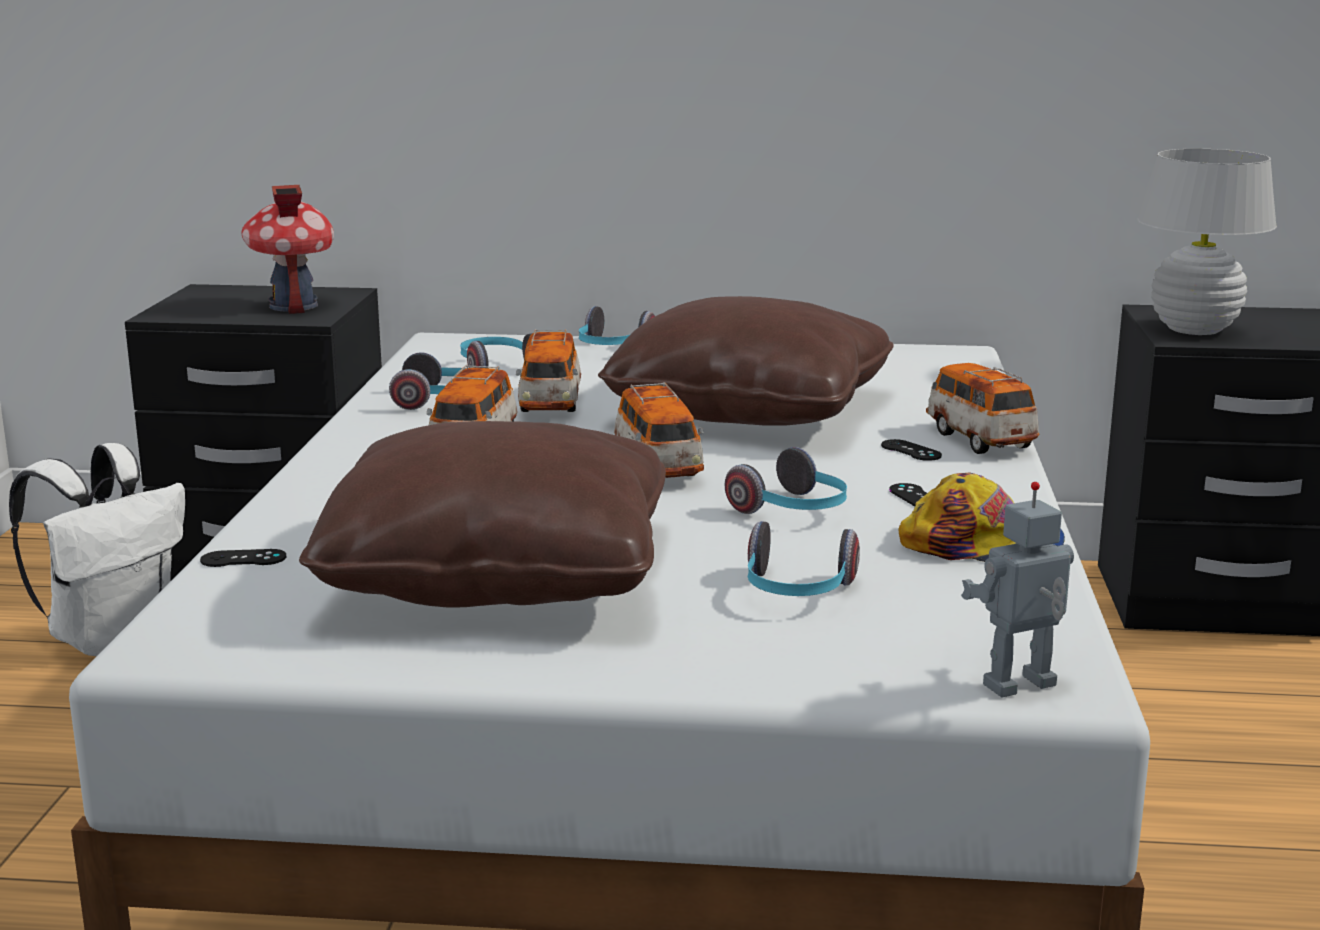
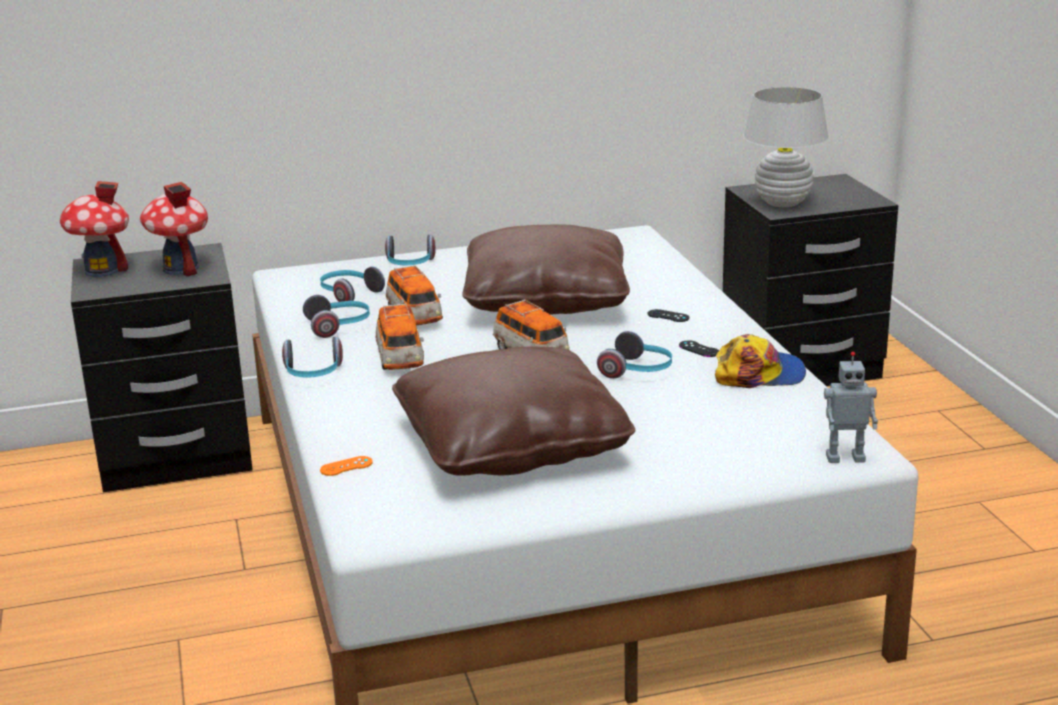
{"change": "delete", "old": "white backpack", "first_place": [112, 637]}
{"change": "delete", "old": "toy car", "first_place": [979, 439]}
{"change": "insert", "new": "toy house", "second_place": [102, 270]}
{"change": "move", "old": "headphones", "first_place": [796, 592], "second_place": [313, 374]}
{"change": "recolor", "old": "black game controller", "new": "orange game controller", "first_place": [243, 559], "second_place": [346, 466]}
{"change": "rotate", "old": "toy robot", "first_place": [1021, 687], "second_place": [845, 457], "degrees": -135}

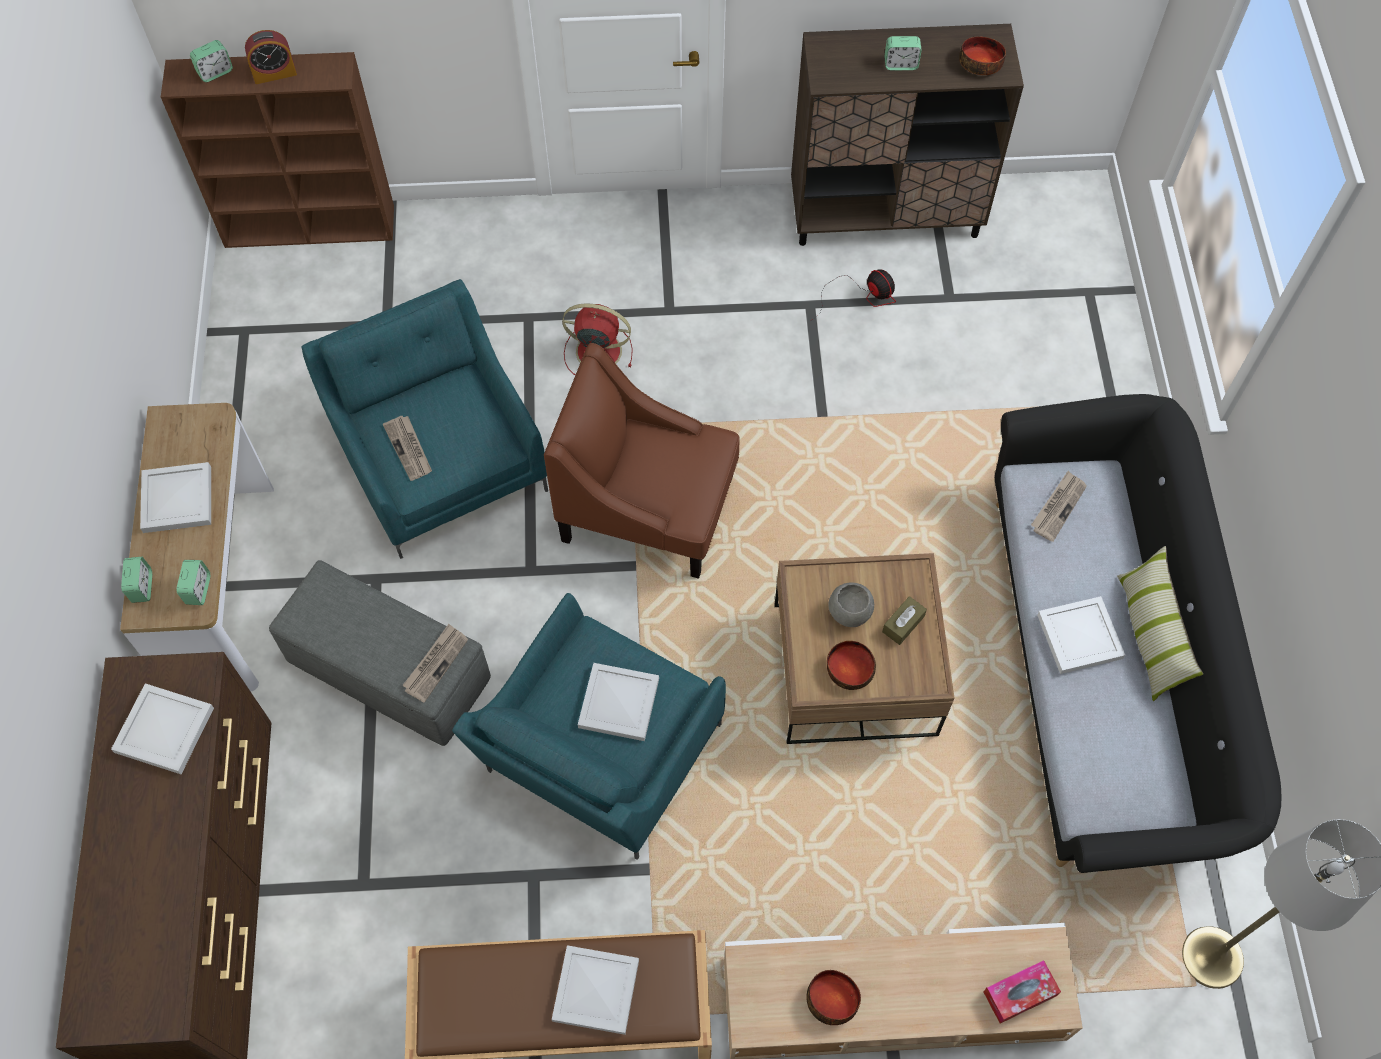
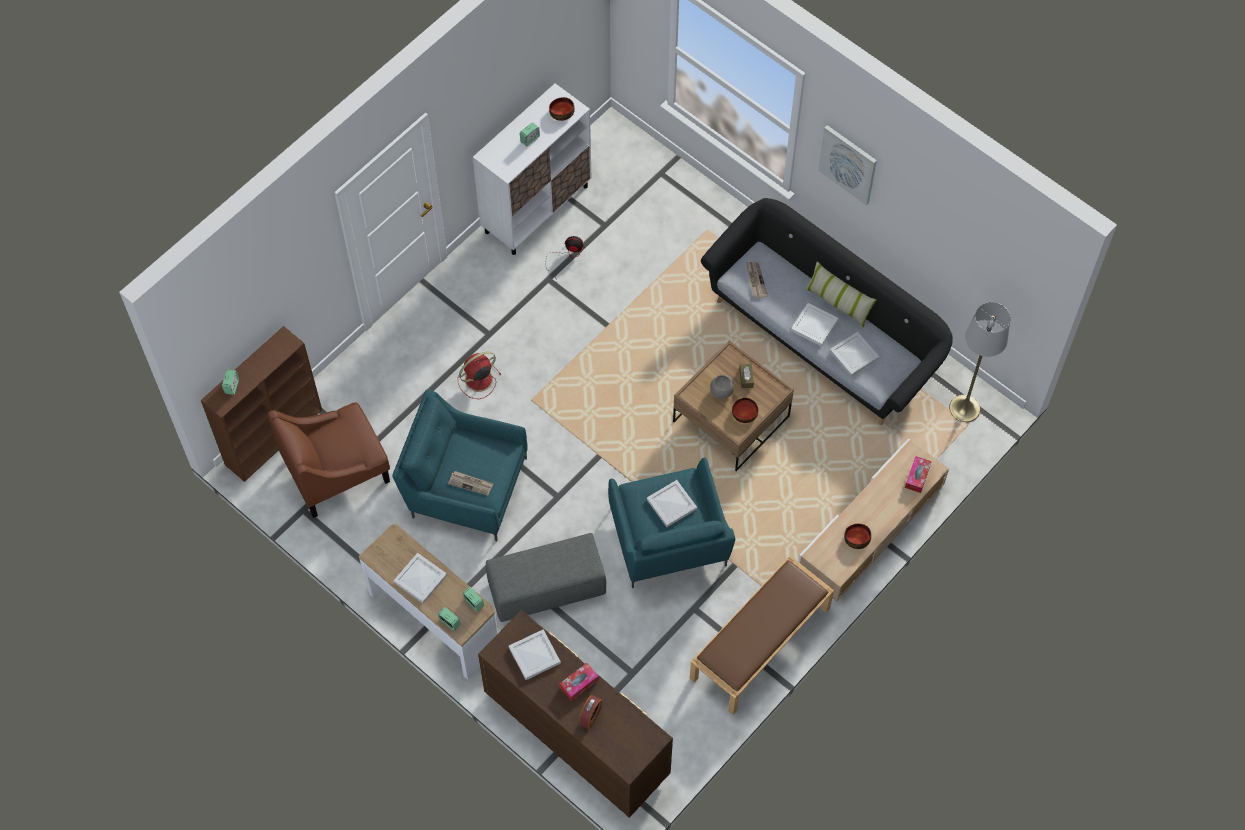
{"change": "delete", "old": "newspaper", "first_place": [435, 663]}
{"change": "insert", "new": "tissue box", "second_place": [579, 683]}
{"change": "insert", "new": "picture", "second_place": [848, 164]}
{"change": "move", "old": "alarm clock", "first_place": [274, 73], "second_place": [590, 715]}
{"change": "move", "old": "brown armchair", "first_place": [648, 509], "second_place": [337, 471]}
{"change": "move", "old": "white tray", "first_place": [594, 991], "second_place": [854, 356]}
{"change": "recolor", "old": "brown cabinet", "new": "white cabinet", "first_place": [886, 215], "second_place": [537, 209]}

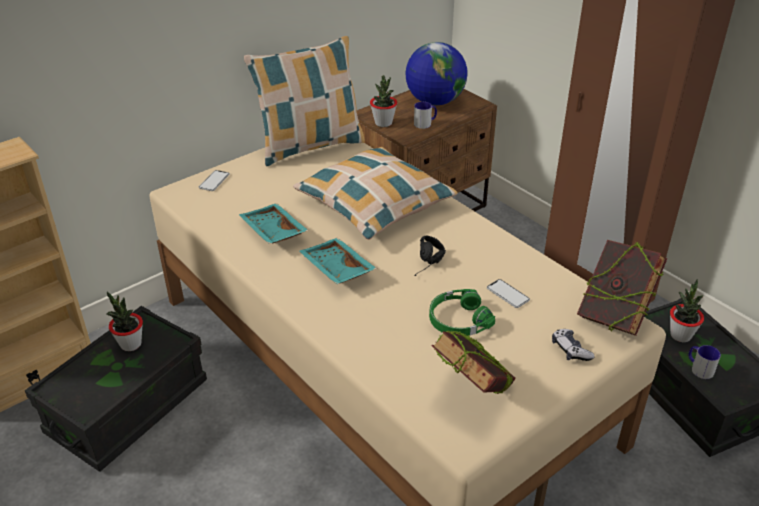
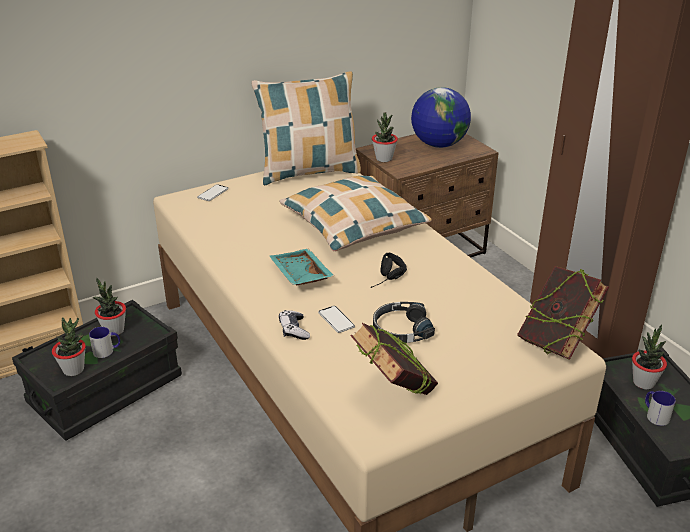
{"change": "delete", "old": "turquoise tray", "first_place": [272, 232]}
{"change": "insert", "new": "potted plant", "second_place": [74, 369]}
{"change": "move", "old": "mug", "first_place": [425, 123], "second_place": [107, 351]}
{"change": "move", "old": "phone", "first_place": [507, 294], "second_place": [336, 320]}
{"change": "move", "old": "game controller", "first_place": [570, 350], "second_place": [294, 330]}
{"change": "recolor", "old": "green headphones", "new": "black headphones", "first_place": [458, 320], "second_place": [401, 330]}

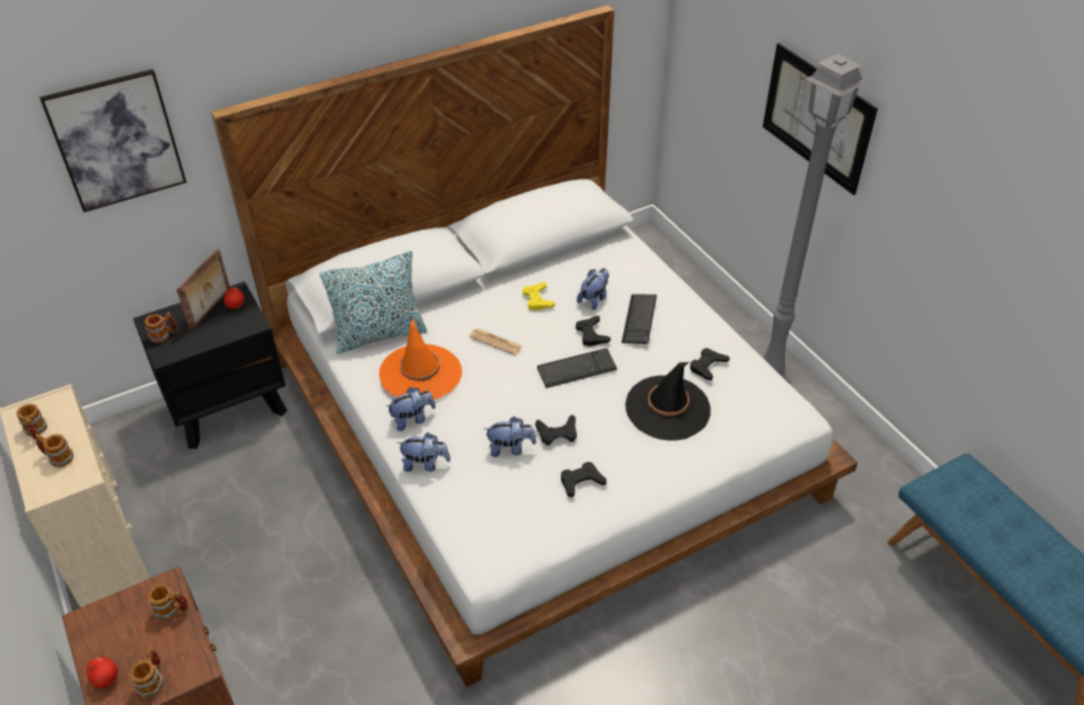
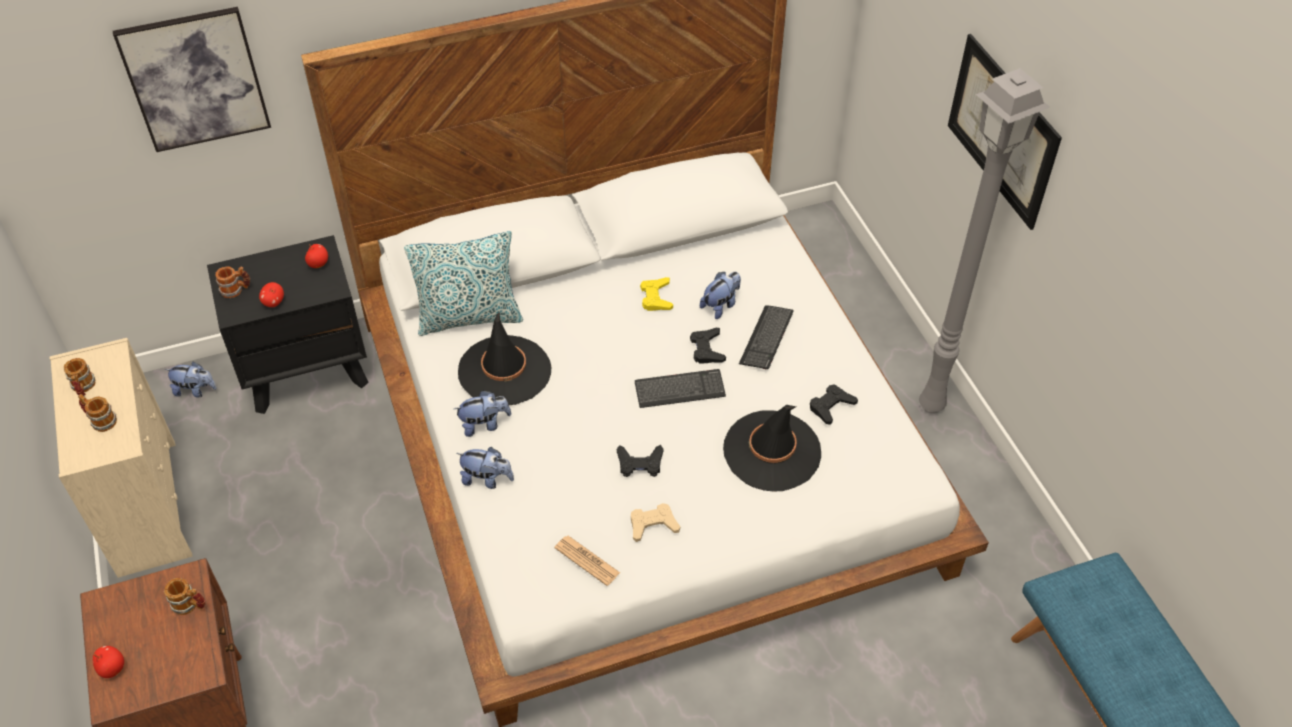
{"change": "delete", "old": "mug", "first_place": [152, 680]}
{"change": "delete", "old": "picture frame", "first_place": [211, 310]}
{"change": "insert", "new": "apple", "second_place": [273, 303]}
{"change": "move", "old": "newspaper", "first_place": [496, 342], "second_place": [587, 560]}
{"change": "move", "old": "plush toy", "first_place": [510, 448], "second_place": [195, 390]}
{"change": "recolor", "old": "orange hat", "new": "black hat", "first_place": [420, 373], "second_place": [504, 371]}
{"change": "recolor", "old": "black game controller", "new": "beige game controller", "first_place": [581, 482], "second_place": [653, 525]}

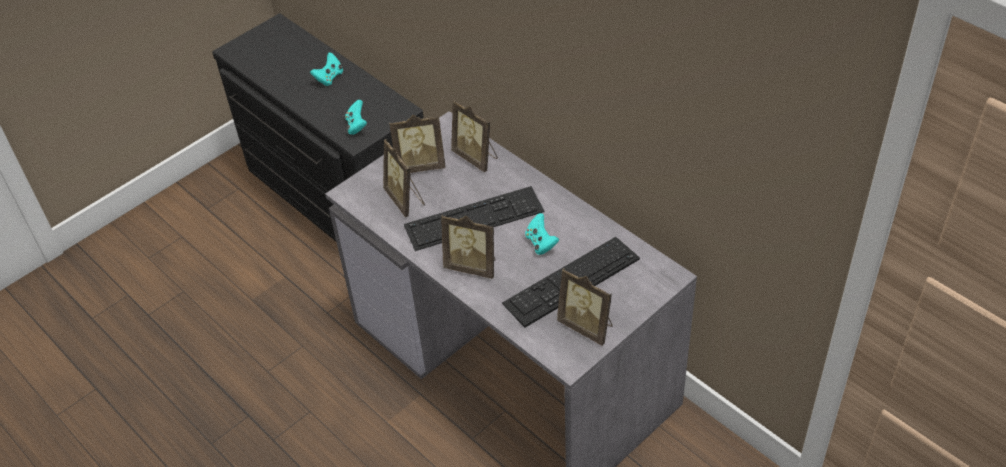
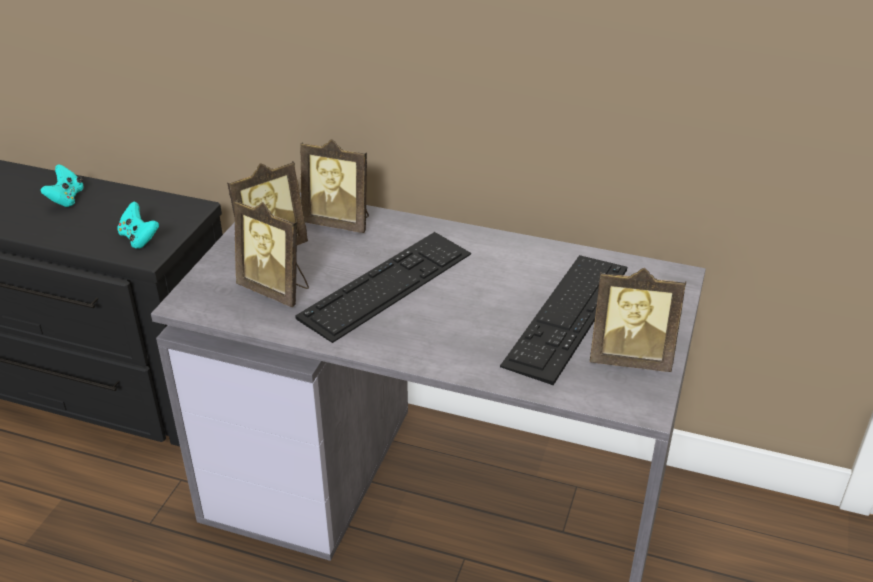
{"change": "delete", "old": "picture frame", "first_place": [472, 266]}
{"change": "delete", "old": "turquoise game controller", "first_place": [541, 243]}

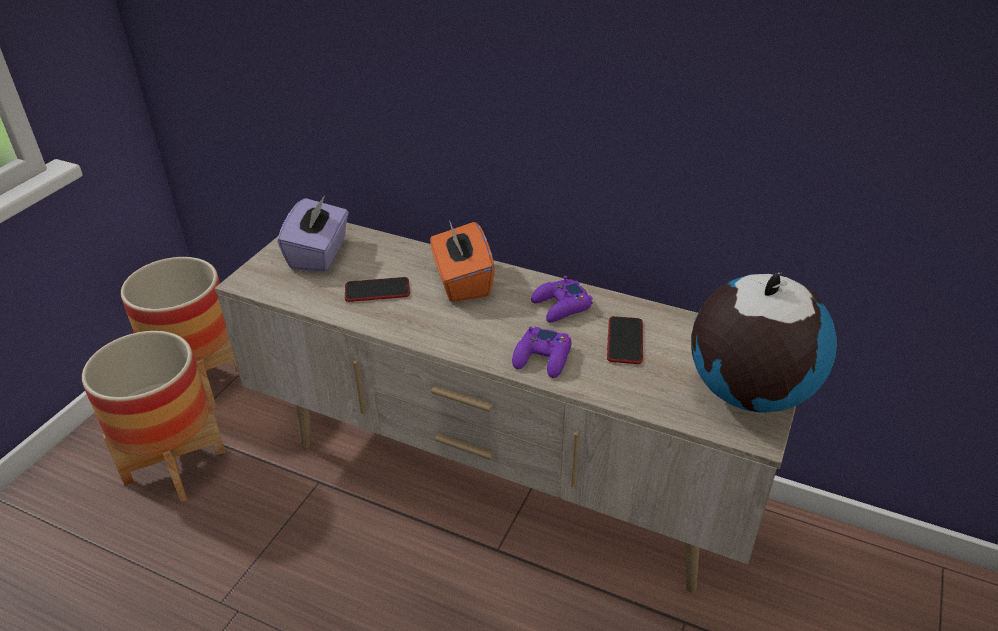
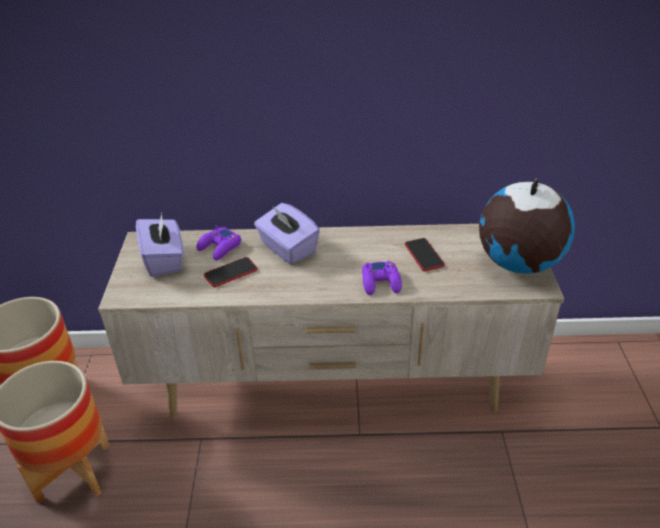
{"change": "move", "old": "purple game controller", "first_place": [561, 306], "second_place": [219, 247]}
{"change": "recolor", "old": "orange tissue box", "new": "purple tissue box", "first_place": [462, 282], "second_place": [287, 249]}

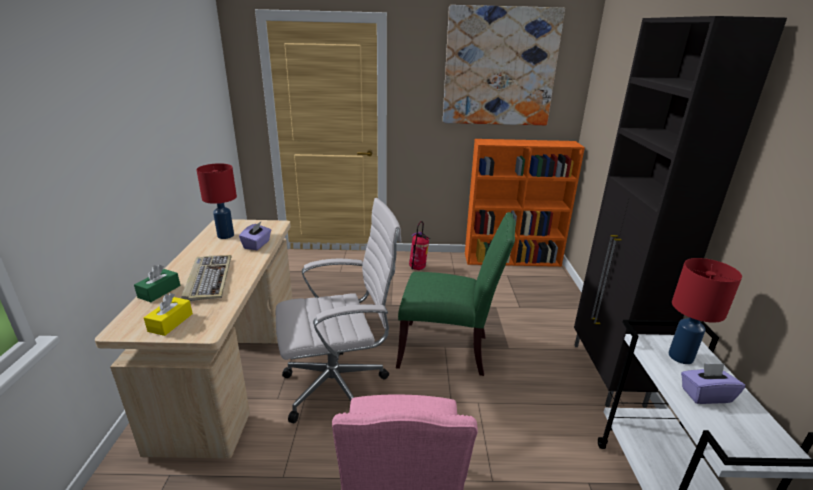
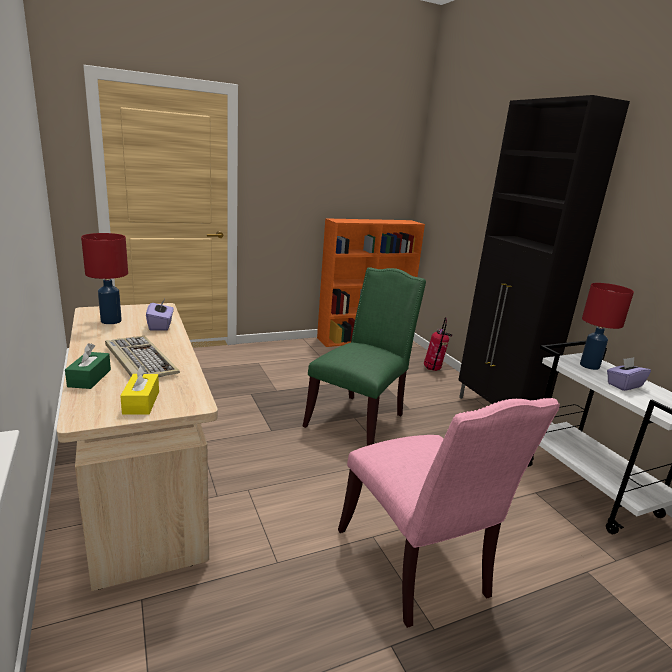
{"change": "delete", "old": "white office chair", "first_place": [340, 387]}
{"change": "delete", "old": "picture", "first_place": [500, 67]}
{"change": "move", "old": "fire extinguisher", "first_place": [417, 269], "second_place": [433, 369]}
{"change": "rotate", "old": "green chair", "first_place": [448, 350], "second_place": [359, 419], "degrees": -45}

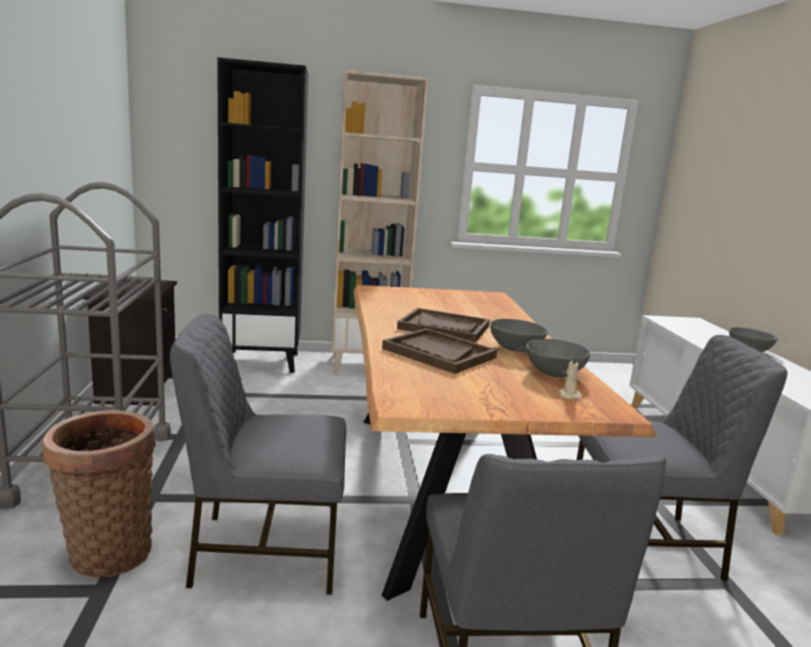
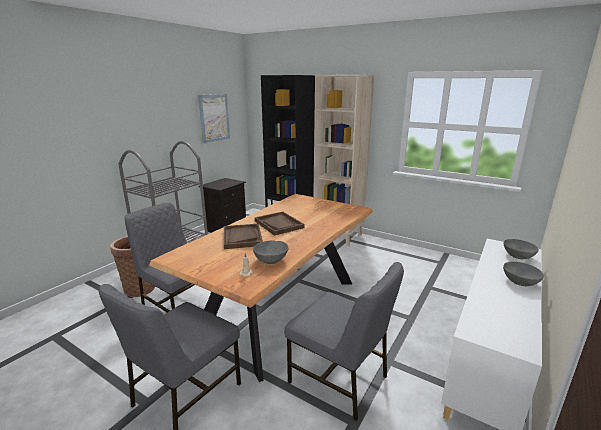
{"change": "insert", "new": "picture", "second_place": [214, 118]}
{"change": "move", "old": "grey bowl", "first_place": [516, 348], "second_place": [518, 256]}

